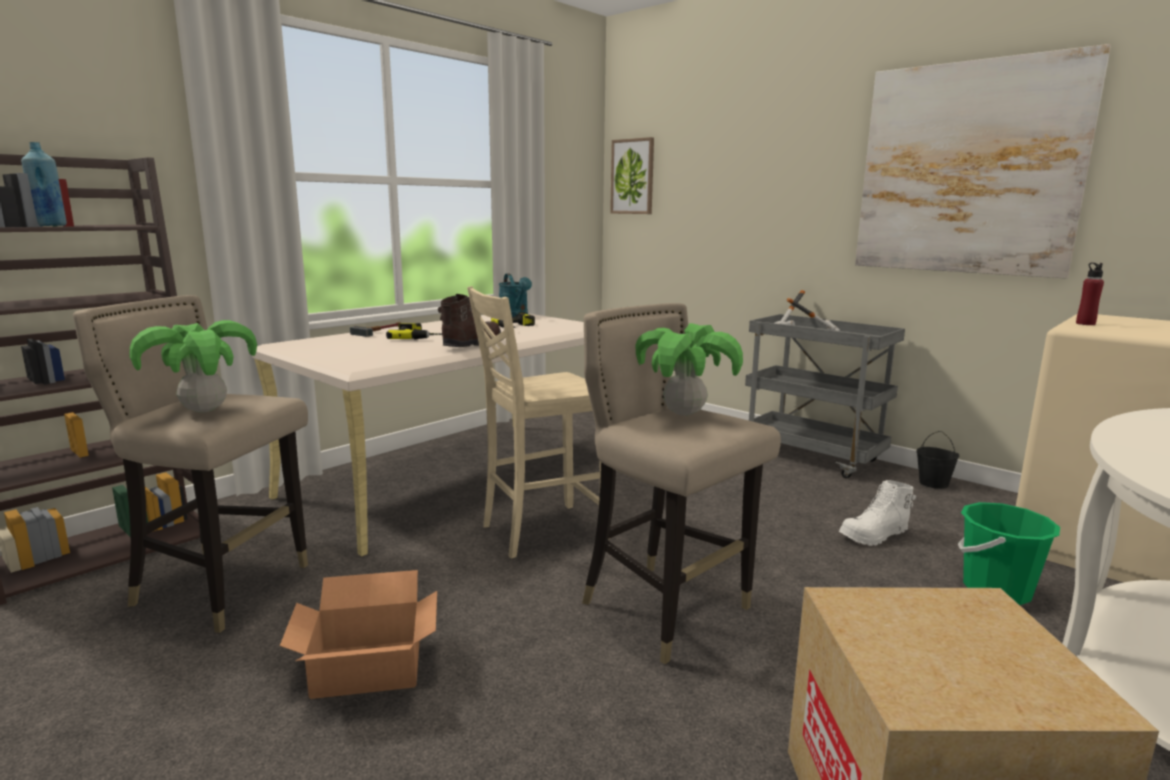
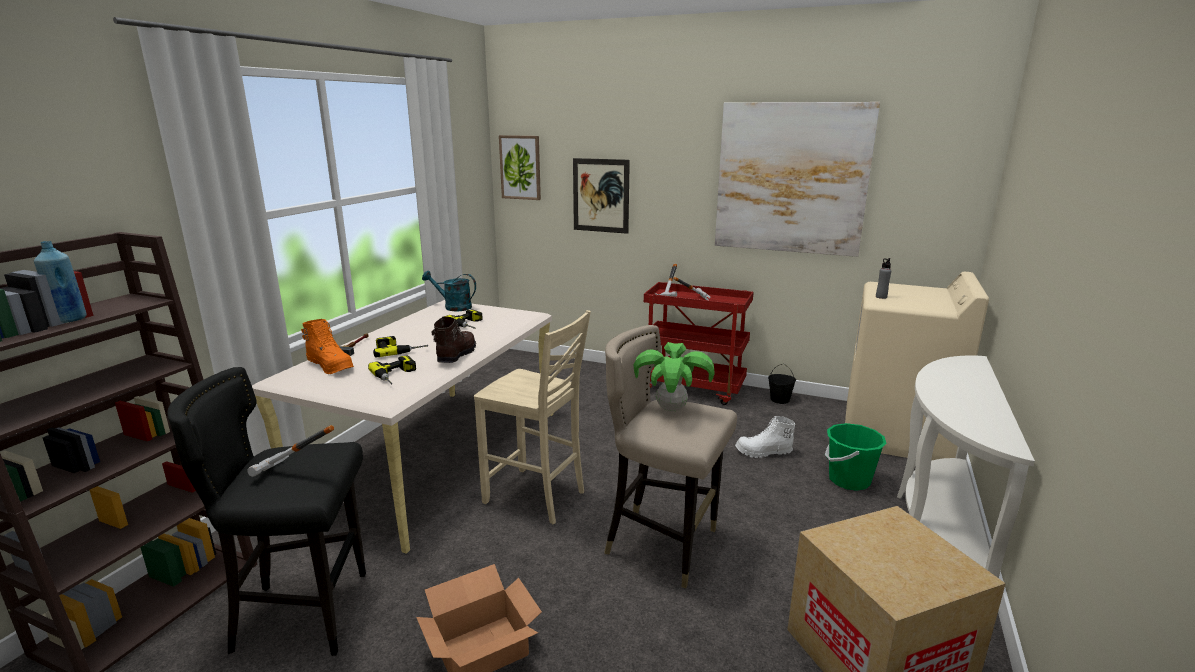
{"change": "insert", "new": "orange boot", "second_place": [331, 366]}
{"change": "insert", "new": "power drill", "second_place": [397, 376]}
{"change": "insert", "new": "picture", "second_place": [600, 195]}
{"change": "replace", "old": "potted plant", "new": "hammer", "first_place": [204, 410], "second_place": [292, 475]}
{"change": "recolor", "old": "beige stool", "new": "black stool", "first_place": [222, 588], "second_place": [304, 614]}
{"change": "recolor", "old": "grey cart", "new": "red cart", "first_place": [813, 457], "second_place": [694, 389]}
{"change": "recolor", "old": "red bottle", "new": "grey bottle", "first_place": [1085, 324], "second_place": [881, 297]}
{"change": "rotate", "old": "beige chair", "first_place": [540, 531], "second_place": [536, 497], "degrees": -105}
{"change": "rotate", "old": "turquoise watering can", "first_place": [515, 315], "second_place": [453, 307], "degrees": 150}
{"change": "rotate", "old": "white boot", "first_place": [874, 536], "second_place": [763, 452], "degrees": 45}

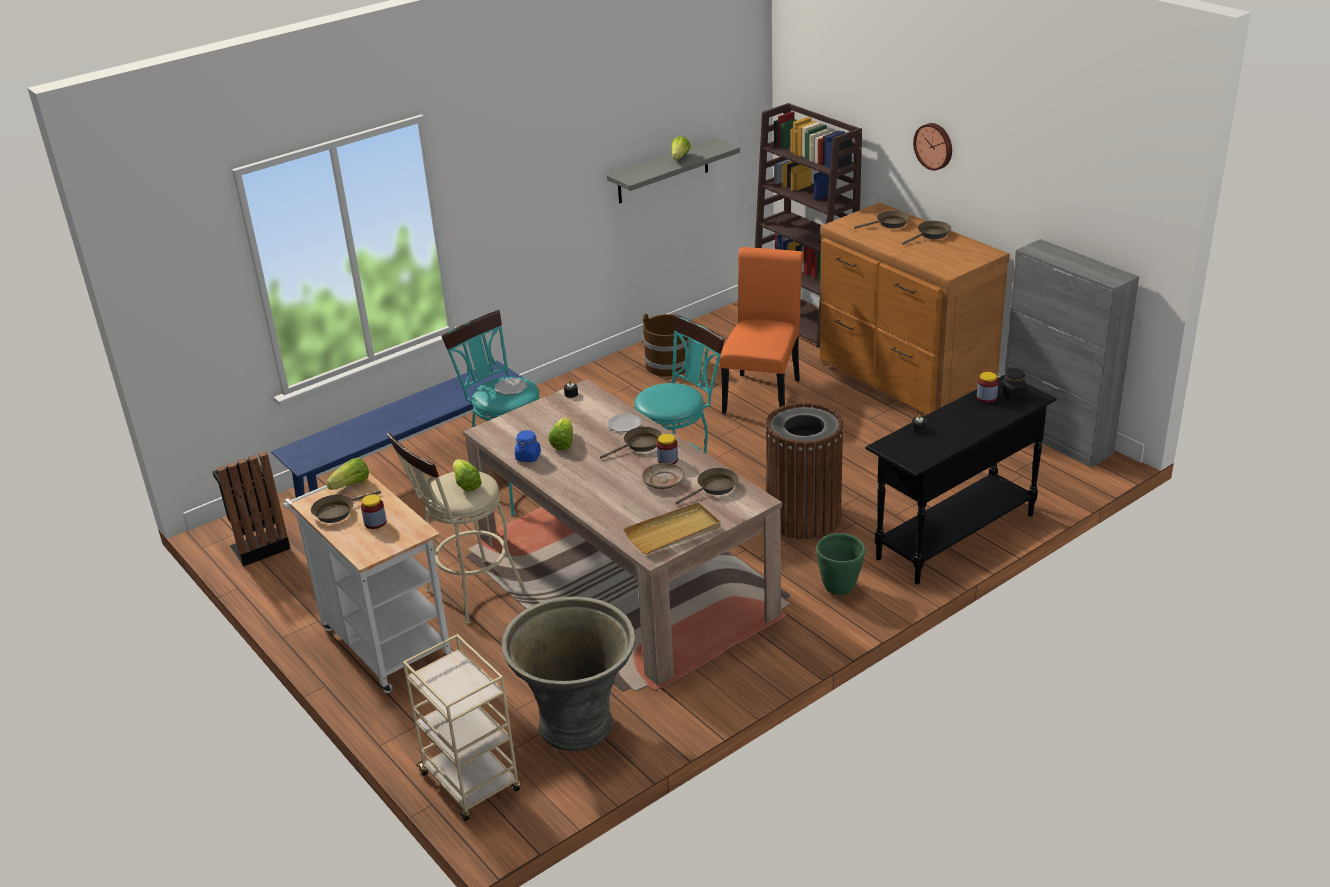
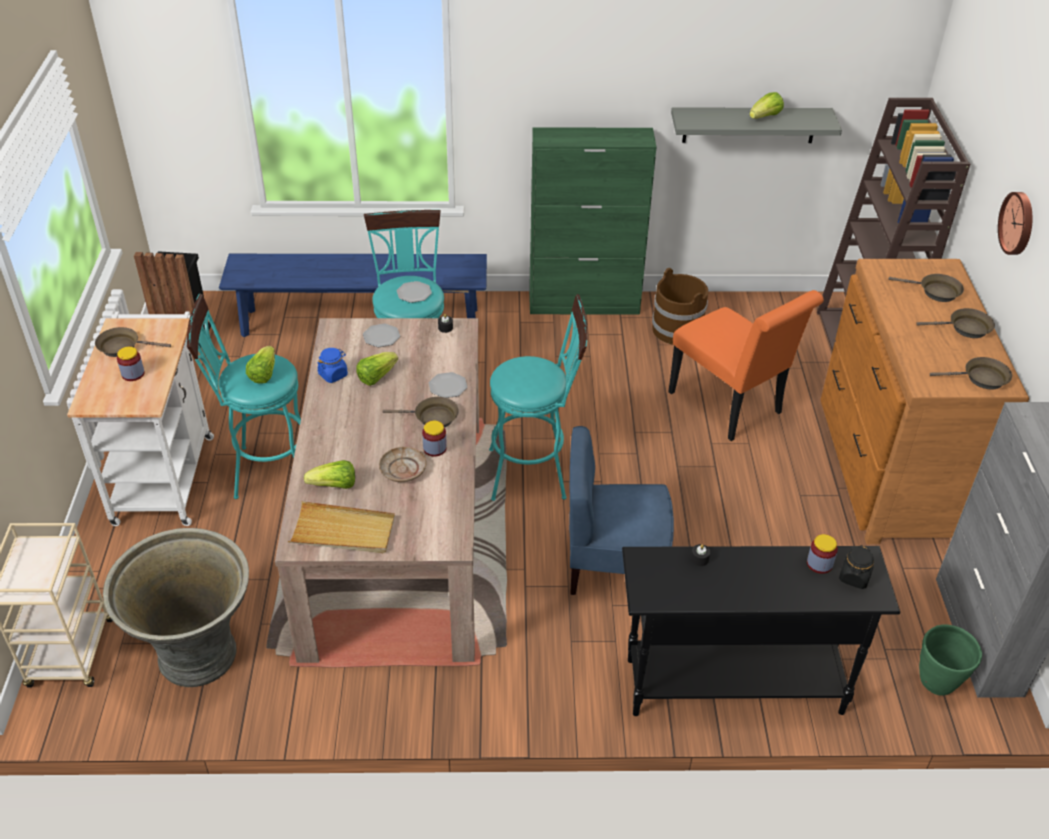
{"change": "insert", "new": "plate", "second_place": [381, 337]}
{"change": "insert", "new": "green cabinet", "second_place": [584, 304]}
{"change": "move", "old": "lettuce", "first_place": [351, 485], "second_place": [334, 486]}
{"change": "move", "old": "brown frying pan", "first_place": [714, 488], "second_place": [981, 378]}
{"change": "move", "old": "green planter", "first_place": [840, 588], "second_place": [937, 683]}
{"change": "replace", "old": "brown trash can", "new": "blue chair", "first_place": [803, 517], "second_place": [614, 567]}
{"change": "recolor", "old": "beige stool", "new": "turquoise stool", "first_place": [469, 595], "second_place": [266, 471]}
{"change": "rotate", "old": "orange chair", "first_place": [763, 393], "second_place": [730, 407], "degrees": 90}

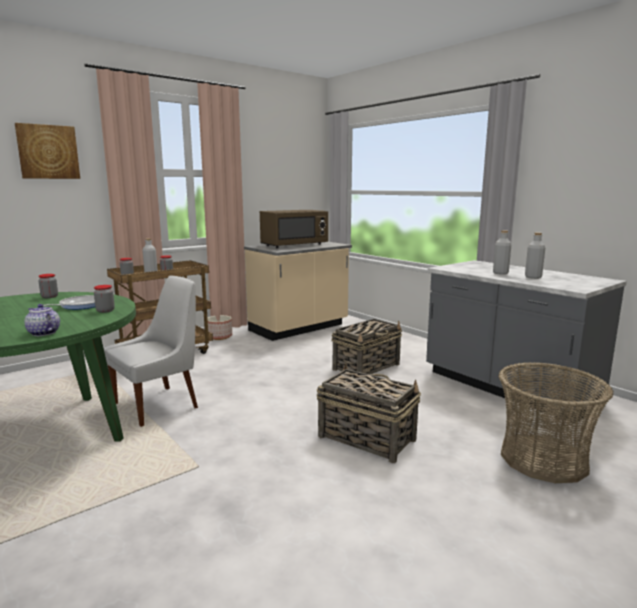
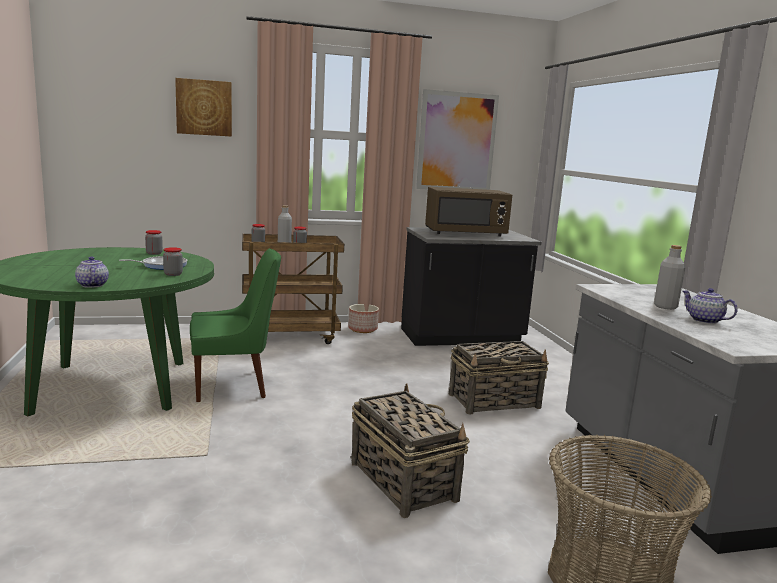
{"change": "insert", "new": "picture", "second_place": [456, 142]}
{"change": "replace", "old": "grey bottle", "new": "teapot", "first_place": [533, 277], "second_place": [703, 320]}
{"change": "recolor", "old": "white chair", "new": "green chair", "first_place": [159, 405], "second_place": [233, 385]}
{"change": "recolor", "old": "beige counter", "new": "black counter", "first_place": [299, 328], "second_place": [462, 338]}

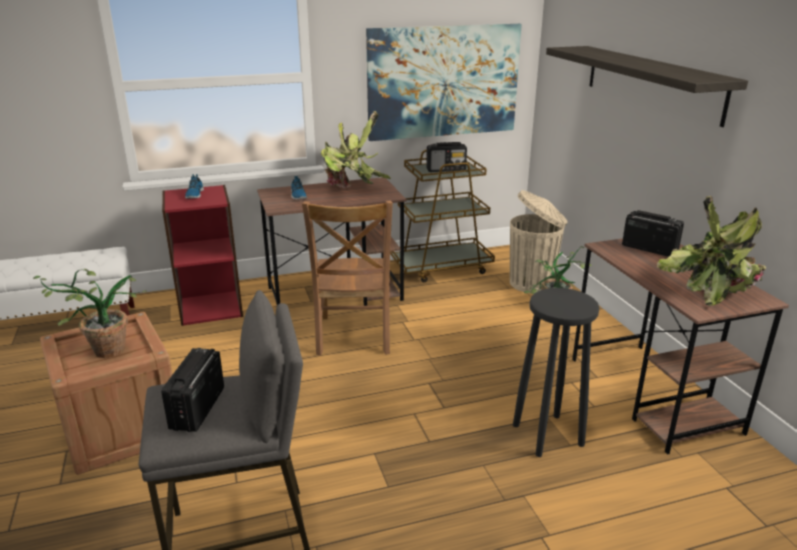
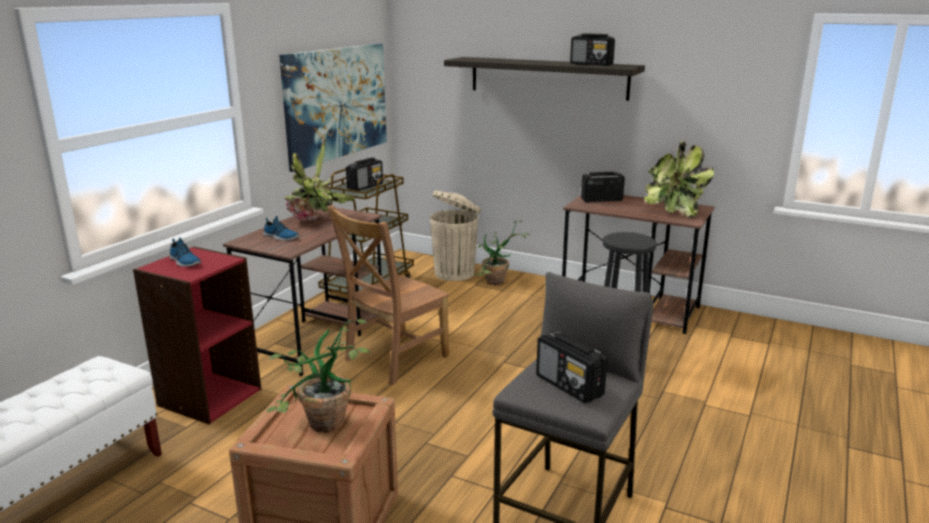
{"change": "insert", "new": "radio", "second_place": [591, 64]}
{"change": "rotate", "old": "brown chair", "first_place": [353, 337], "second_place": [393, 359], "degrees": 90}

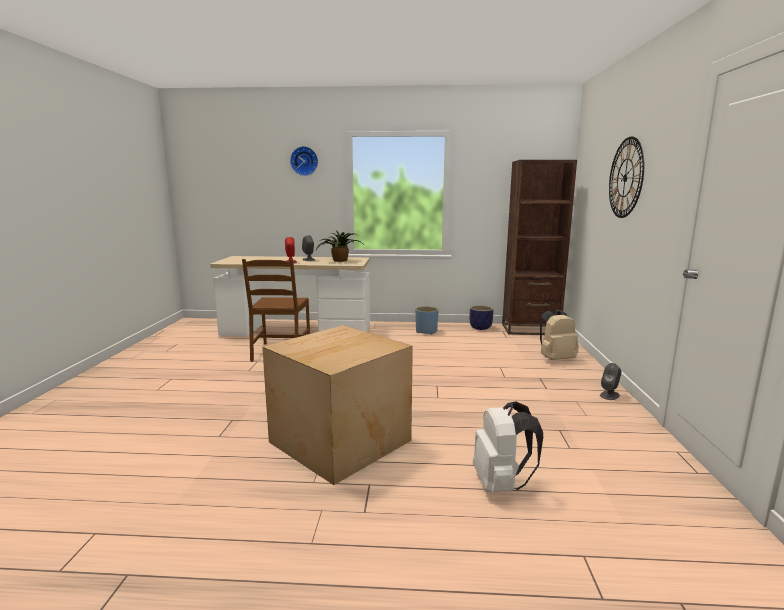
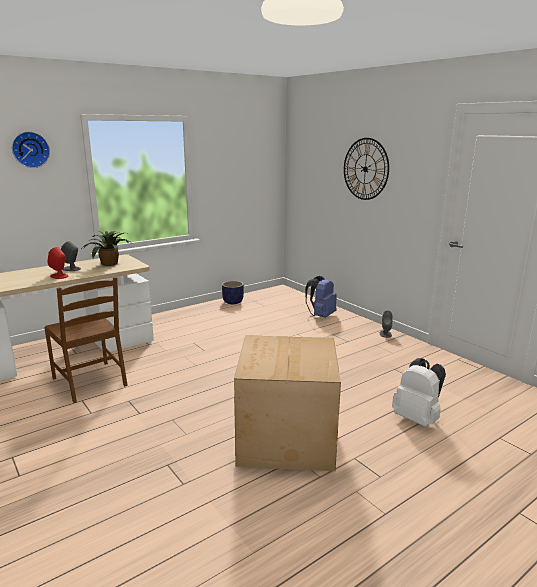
{"change": "delete", "old": "blue planter", "first_place": [426, 331]}
{"change": "delete", "old": "brown bookcase", "first_place": [530, 329]}
{"change": "recolor", "old": "beige backpack", "new": "blue backpack", "first_place": [555, 359], "second_place": [321, 315]}

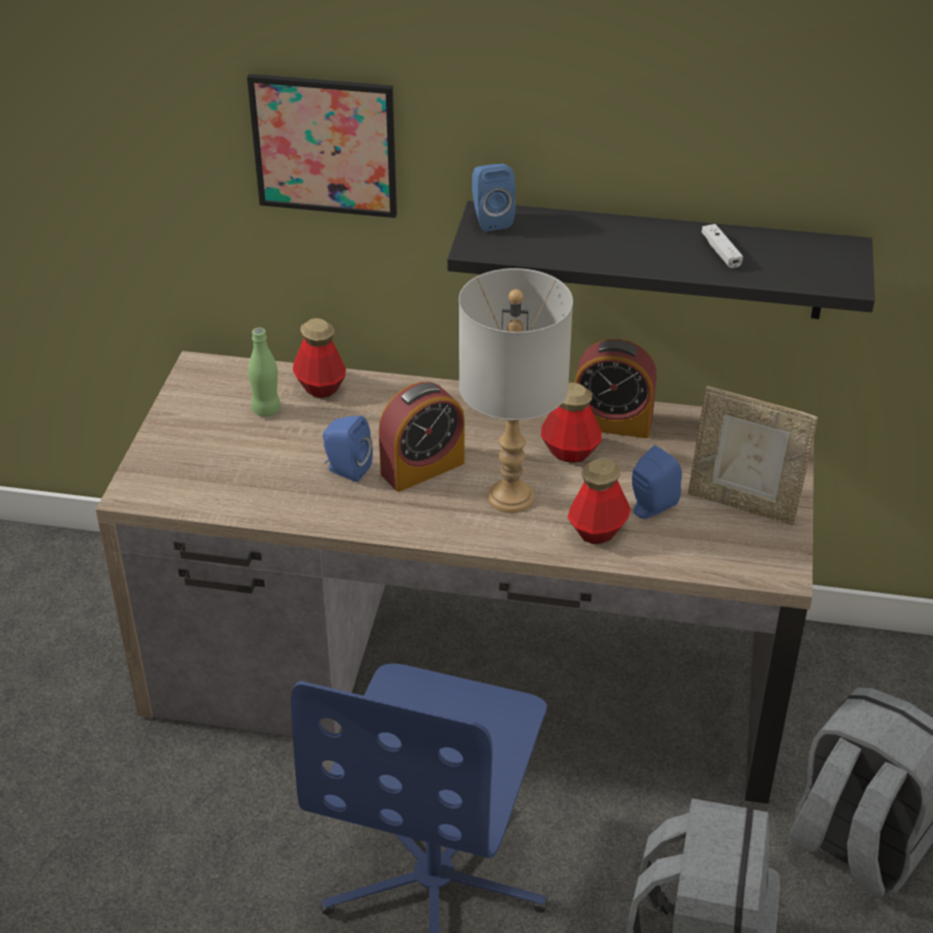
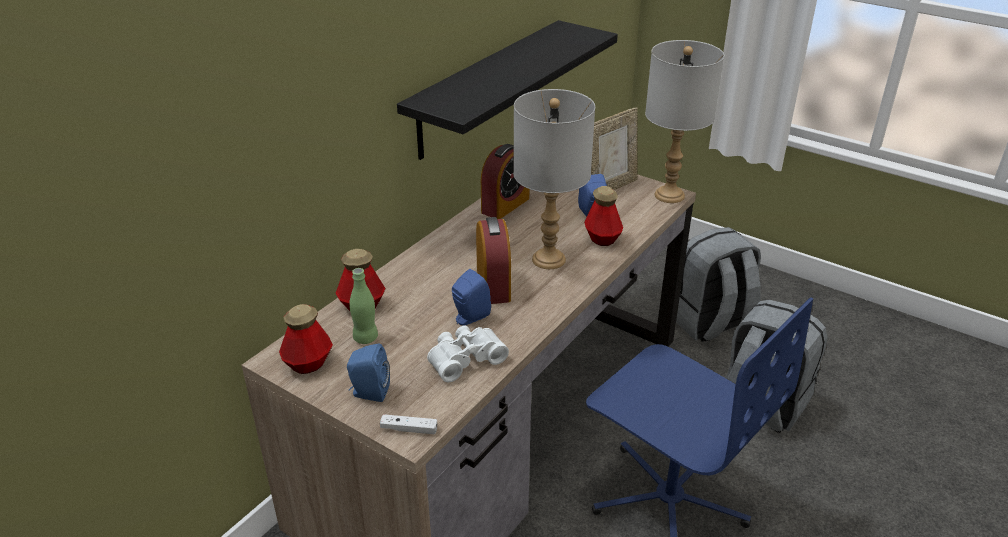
{"change": "delete", "old": "picture", "first_place": [324, 145]}
{"change": "insert", "new": "white binoculars", "second_place": [464, 358]}
{"change": "insert", "new": "grey table lamp", "second_place": [670, 195]}
{"change": "move", "old": "blue speaker", "first_place": [490, 220], "second_place": [369, 393]}
{"change": "move", "old": "bottle", "first_place": [570, 452], "second_place": [308, 363]}
{"change": "move", "old": "white game controller", "first_place": [721, 252], "second_place": [409, 429]}

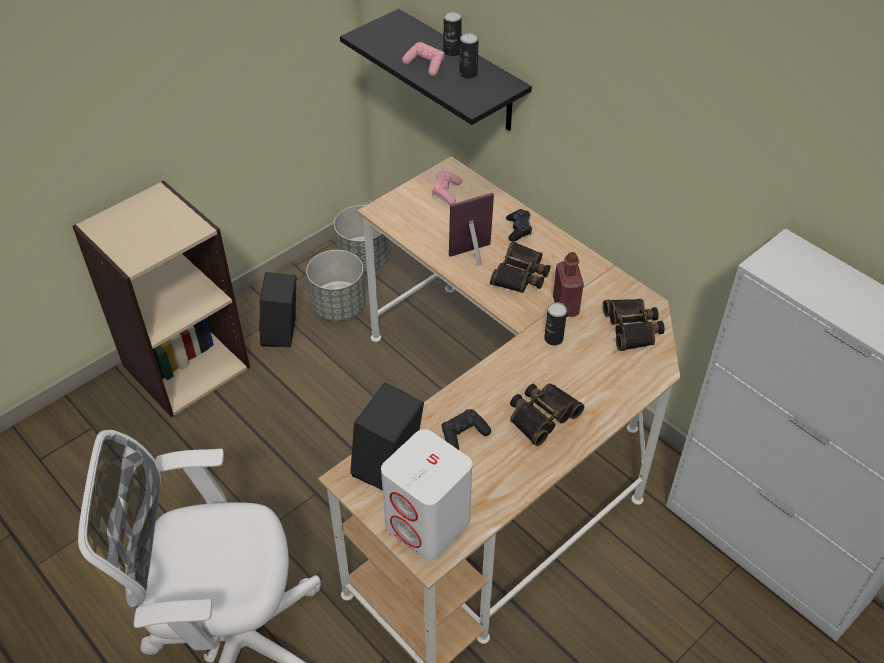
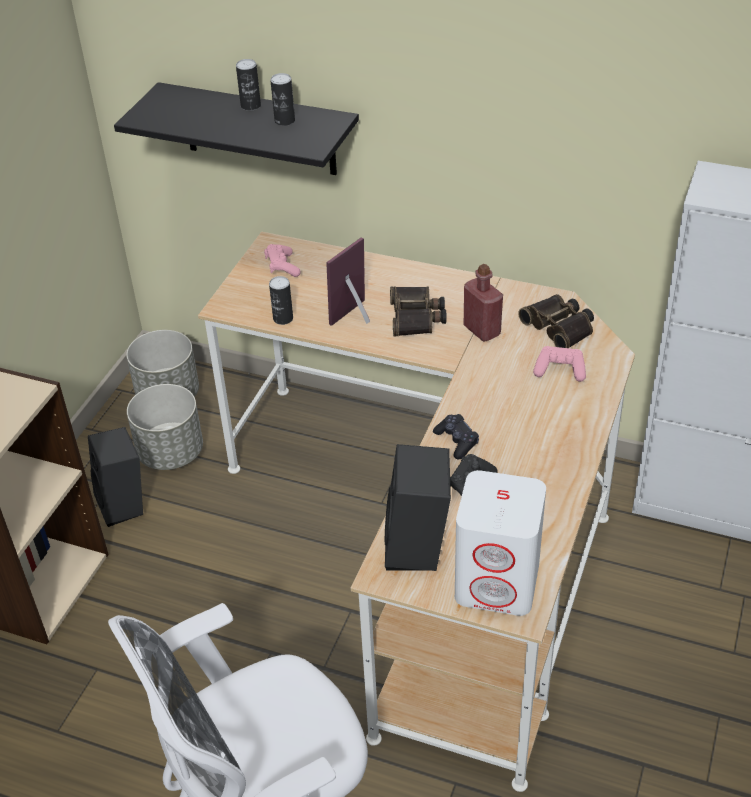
{"change": "delete", "old": "binoculars", "first_place": [541, 415]}
{"change": "move", "old": "pink game controller", "first_place": [425, 65], "second_place": [560, 370]}
{"change": "move", "old": "black game controller", "first_place": [518, 229], "second_place": [456, 441]}
{"change": "move", "old": "can", "first_place": [553, 339], "second_place": [283, 319]}

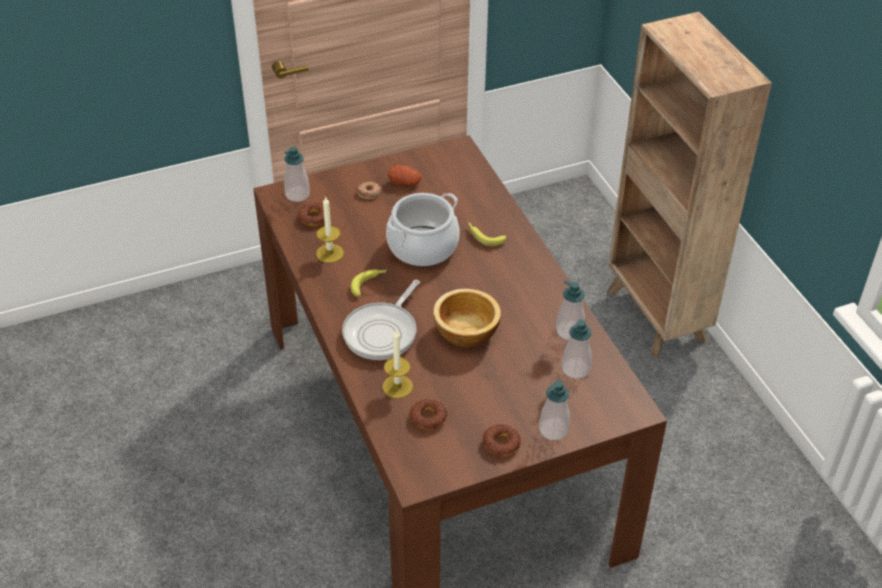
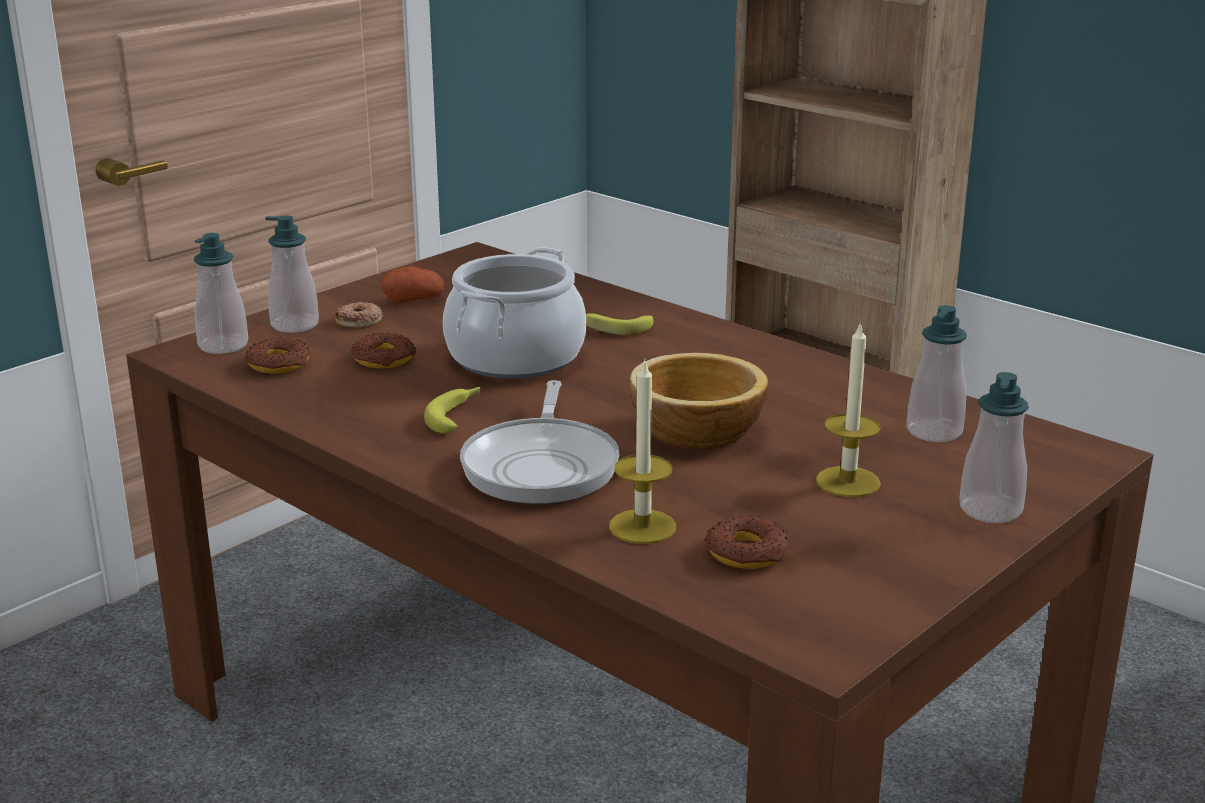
{"change": "move", "old": "candle", "first_place": [330, 253], "second_place": [848, 482]}
{"change": "move", "old": "donut", "first_place": [501, 443], "second_place": [384, 359]}
{"change": "move", "old": "soap dispenser", "first_place": [569, 331], "second_place": [295, 325]}

